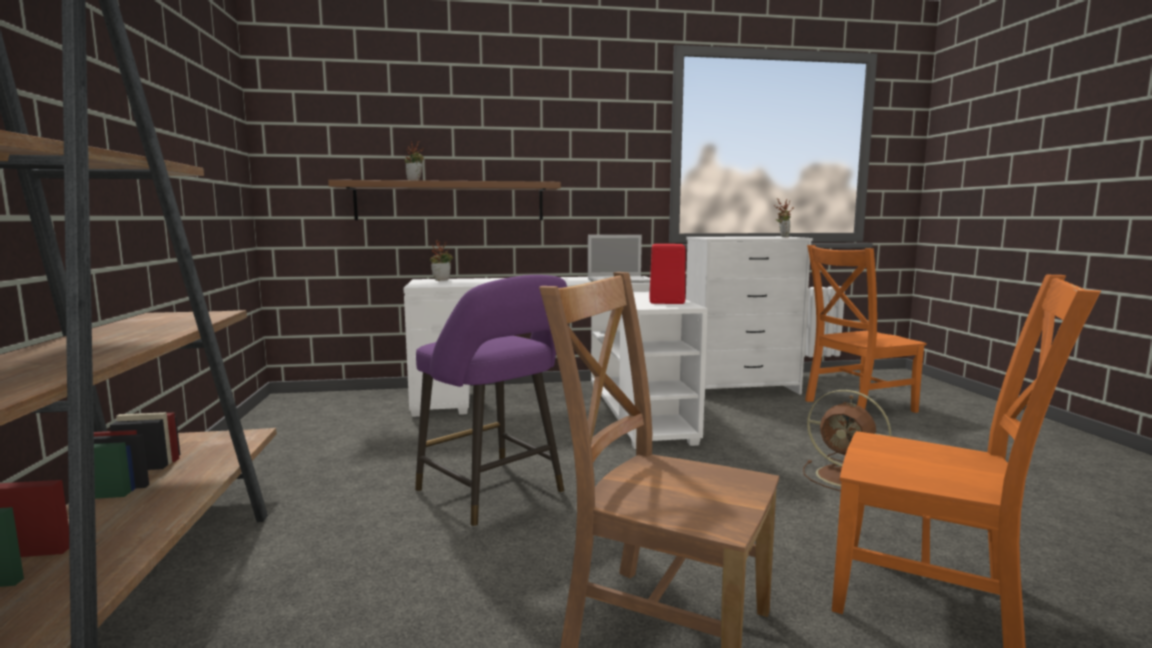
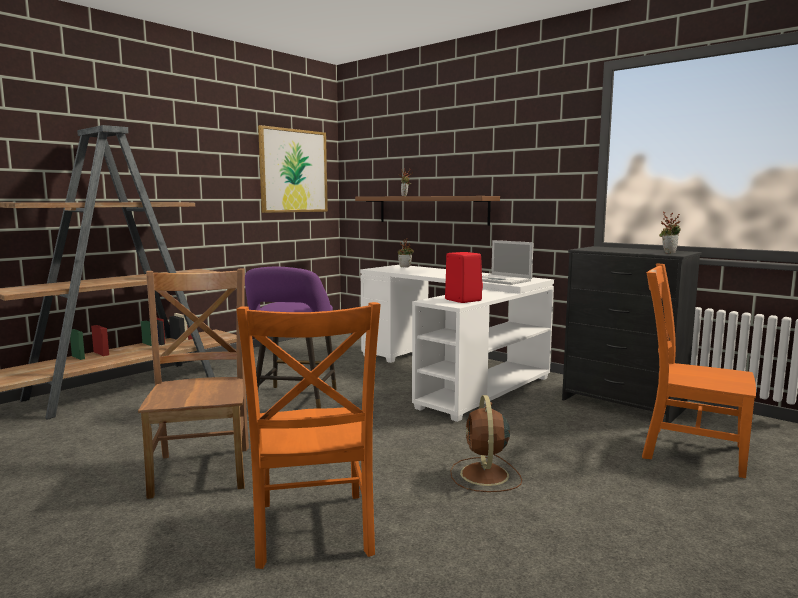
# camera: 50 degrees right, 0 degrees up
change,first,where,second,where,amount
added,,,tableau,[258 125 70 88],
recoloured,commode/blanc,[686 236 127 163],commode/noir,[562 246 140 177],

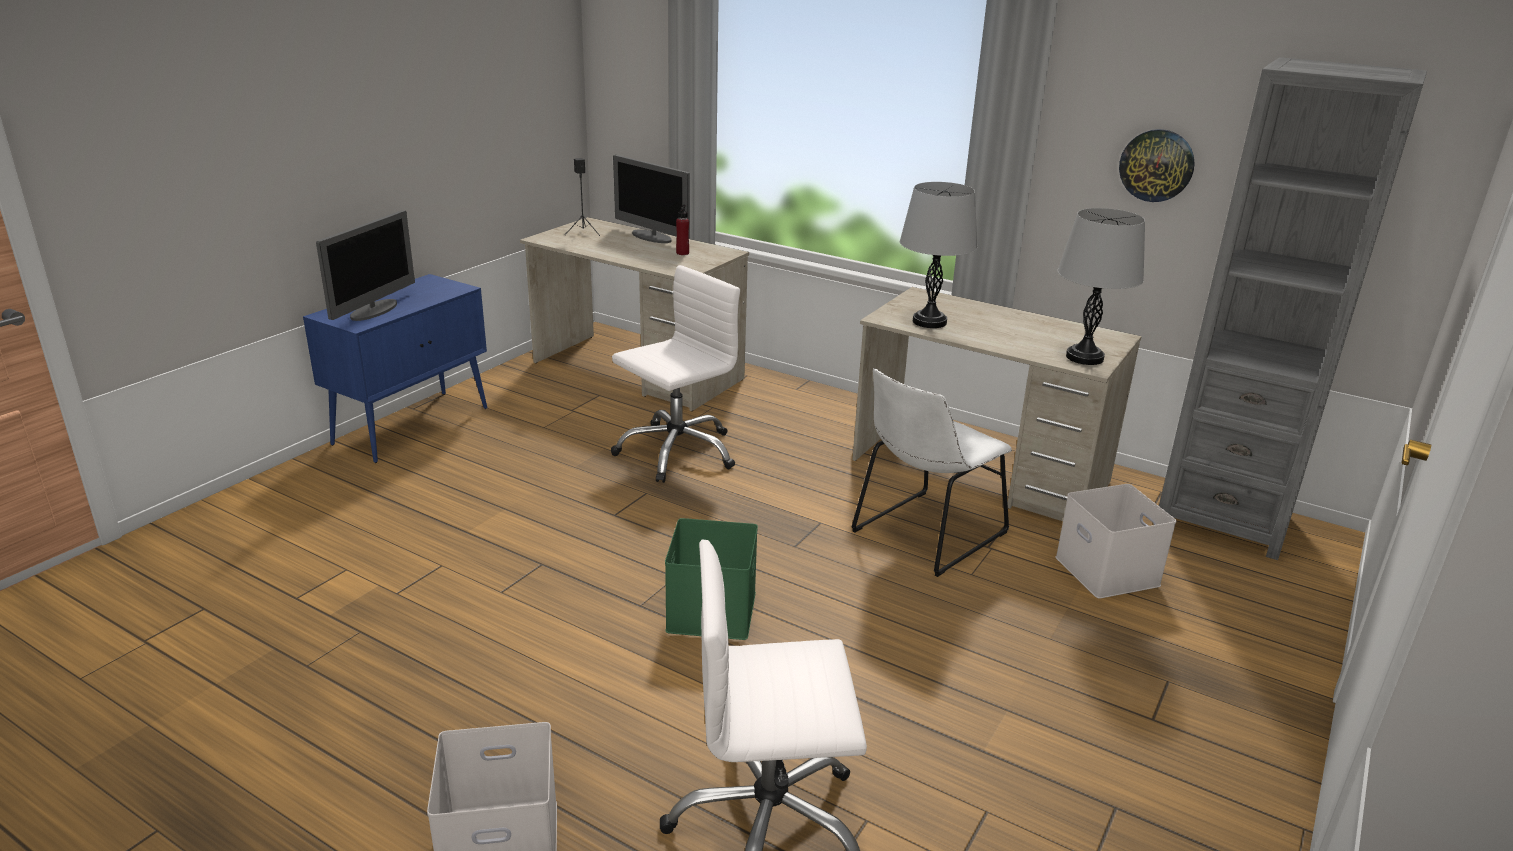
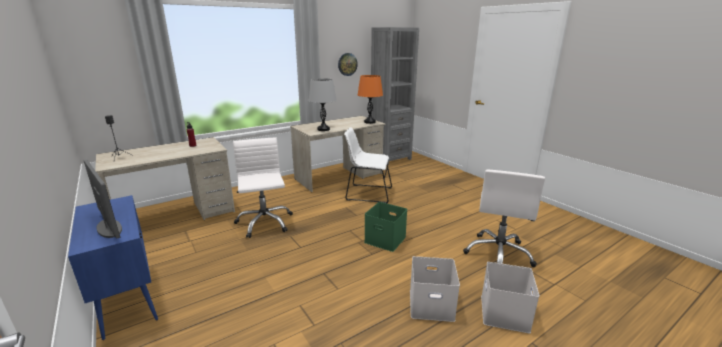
# camera: 65 degrees left, 5 degrees down
change,first,where,second,where,amount
turned,chaise/blanc,[851 368 161 209],,[344 127 48 77],120 degrees clockwise
recoloured,lampe de table/gris,[1058 208 87 157],lampe de table/orange,[358 75 25 49],
moved,boîte de rangement/blanc,[1055 484 121 115],,[410 256 50 66],
removed,écran d'ordinateur,[613 155 77 88],,,

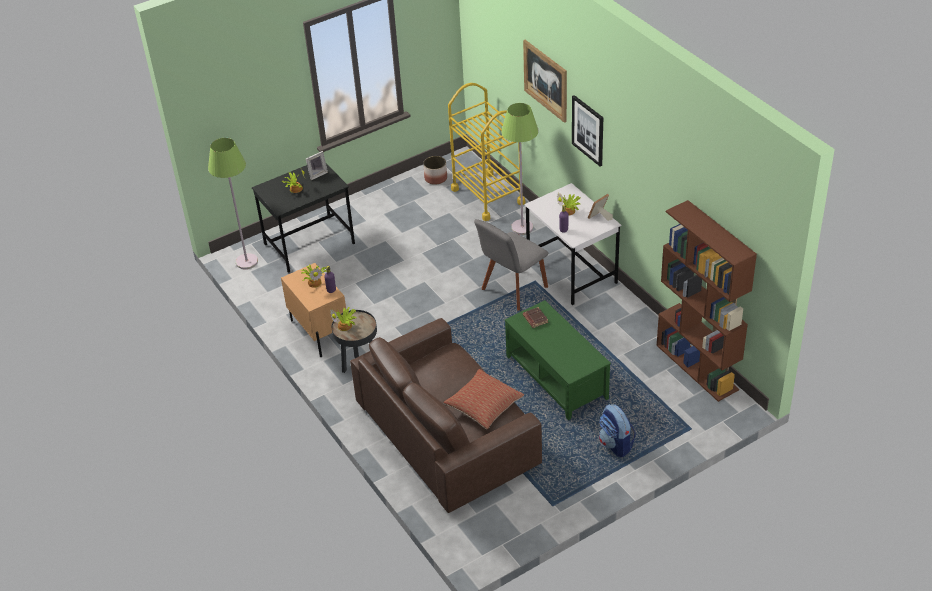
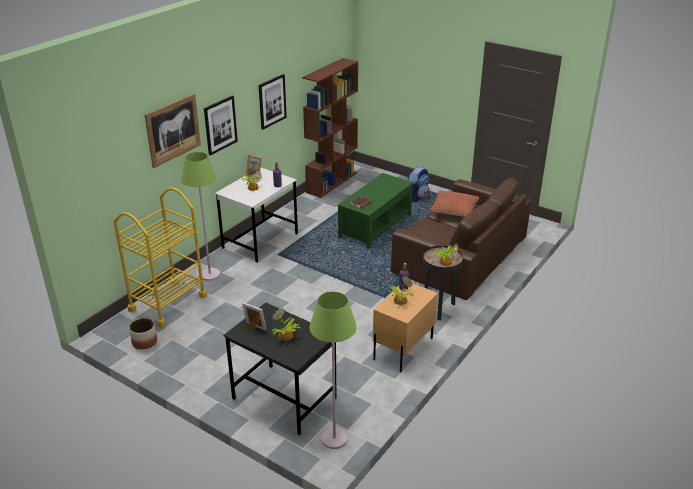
# camera: 115 degrees left, 10 degrees down
change,first,where,second,where,amount
added,,,tableau,[259 74 28 56],
removed,chaise/gris,[474 219 74 91],,,

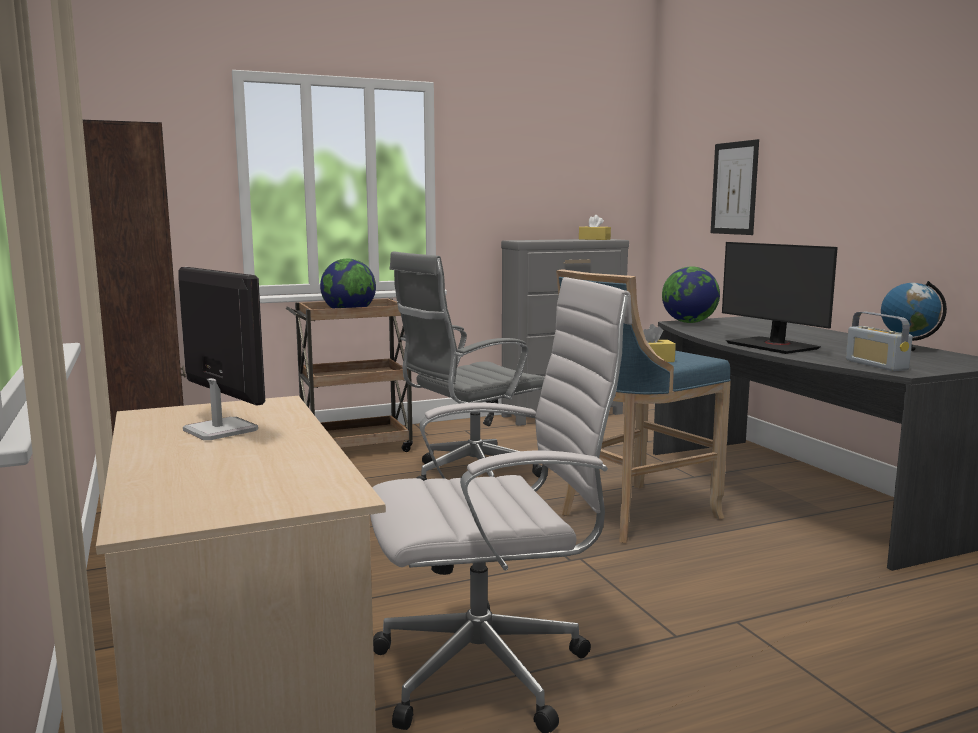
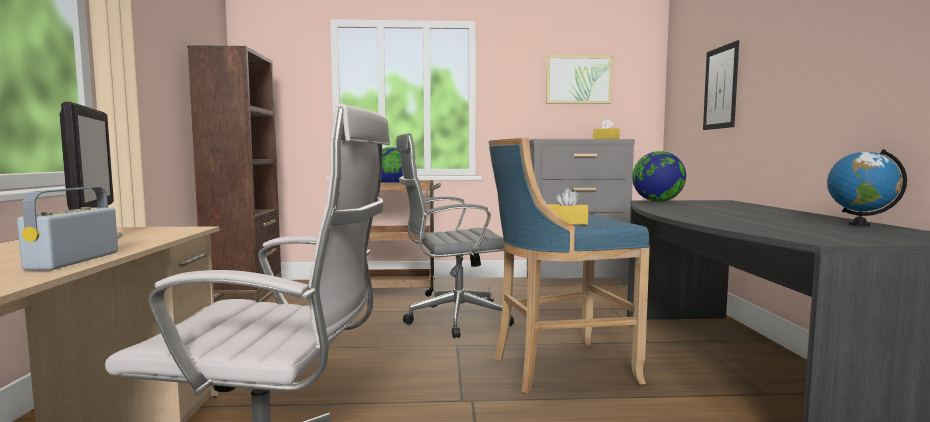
# camera: 20 degrees right, 5 degrees down
change,first,where,second,where,amount
moved,radio,[846 312 66 59],,[17 187 101 83],
added,,,tableau,[546 55 67 49],
removed,écran d'ordinateur,[722 242 116 112],,,

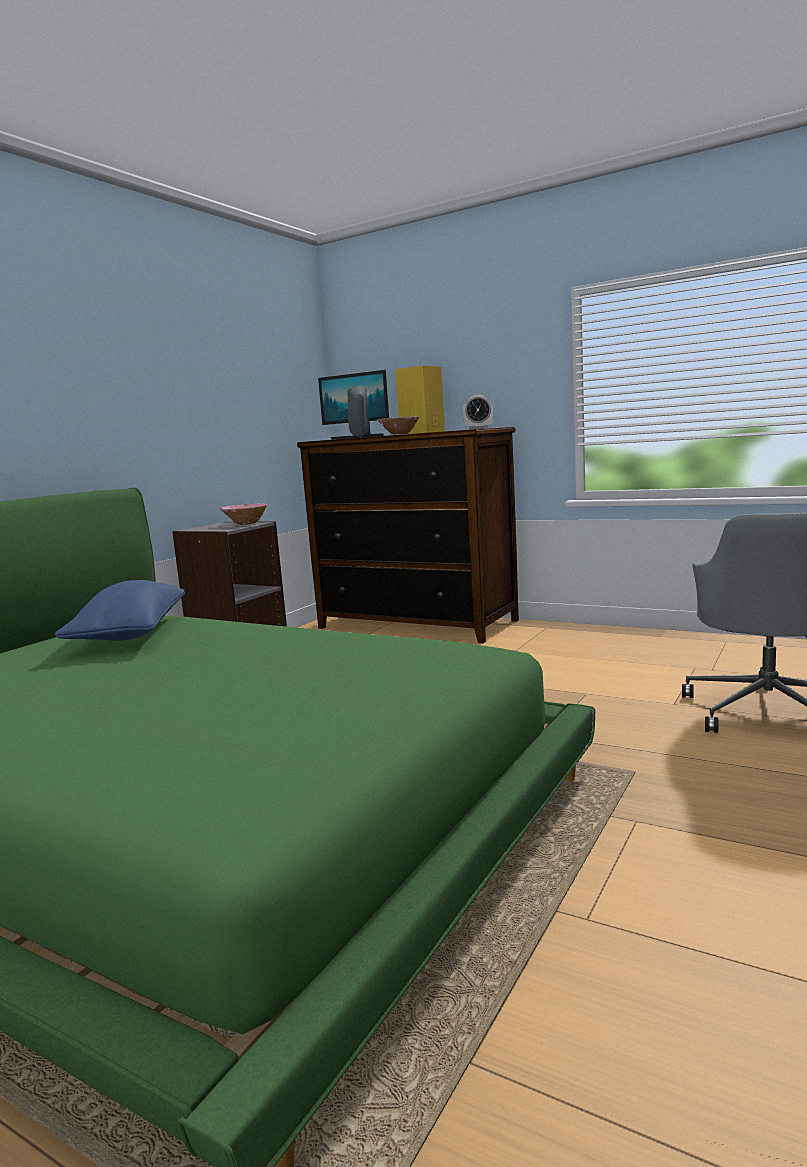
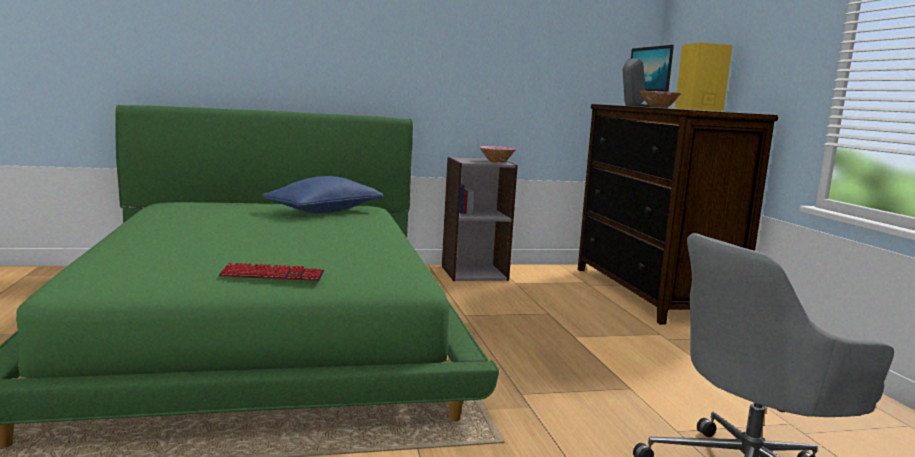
# camera: 45 degrees right, 0 degrees up
change,first,where,second,where,amount
added,,,clavier,[219 263 105 18],
removed,réveil,[463 395 30 34],,,

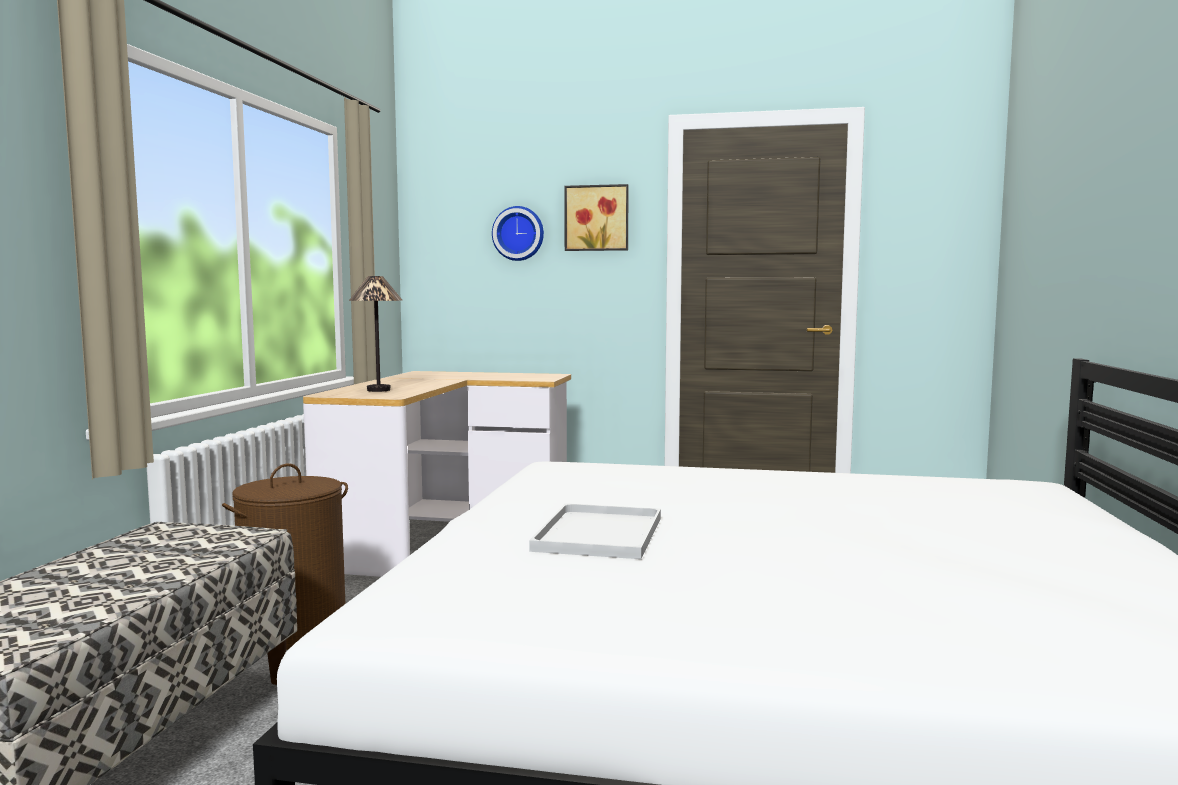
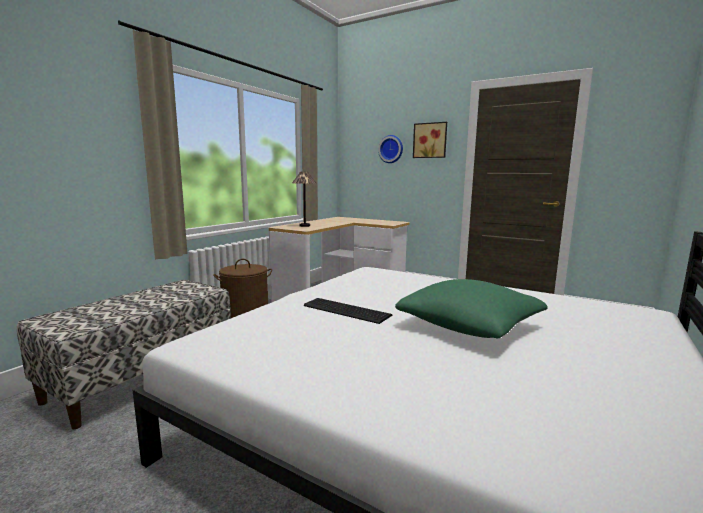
# camera: 20 degrees right, 5 degrees up
change,first,where,second,where,amount
replaced,plateau/blanc,[529 503 132 56],clavier,[304 298 88 26],
added,,,coussin/vert,[395 279 153 60],

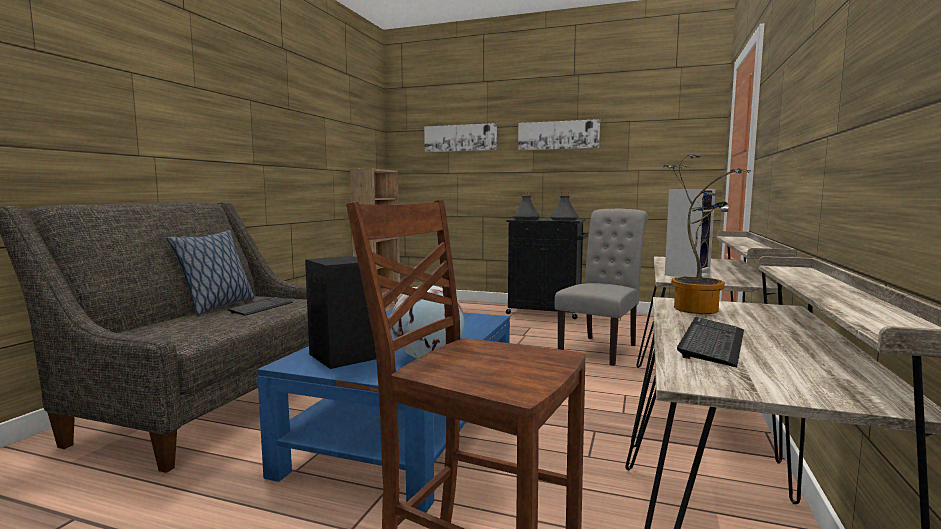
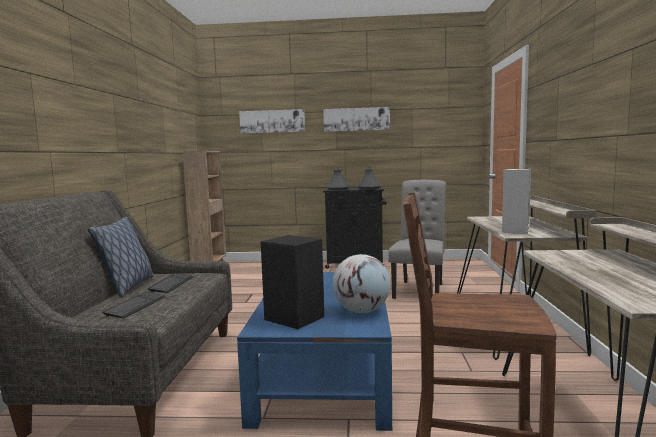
# camera: 15 degrees left, 0 degrees up
change,first,where,second,where,amount
moved,clavier,[677 317 67 50],,[102 292 64 27],
removed,plante en pot,[663 154 86 160],,,

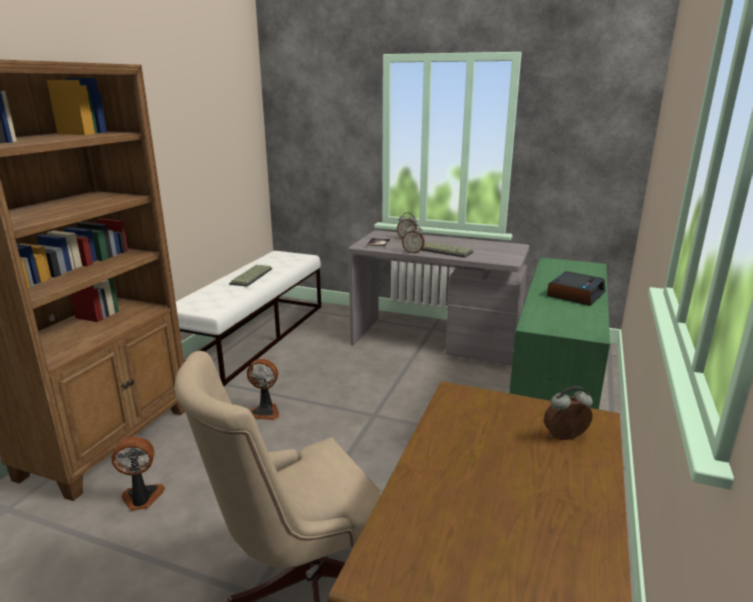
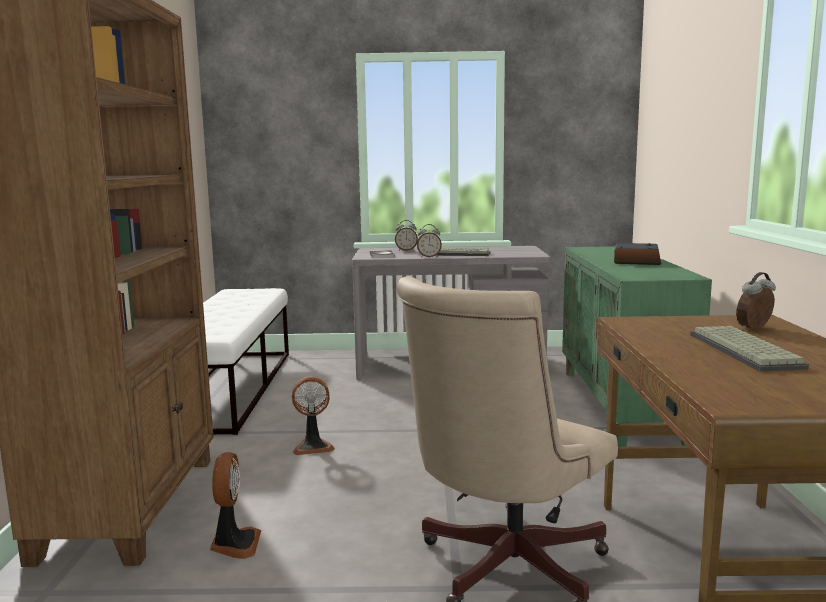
# camera: 20 degrees left, 10 degrees down
change,first,where,second,where,amount
turned,ventilateur,[112 437 53 74],,[210 452 51 107],120 degrees clockwise
moved,clavier,[229 265 43 22],,[690 326 119 45],

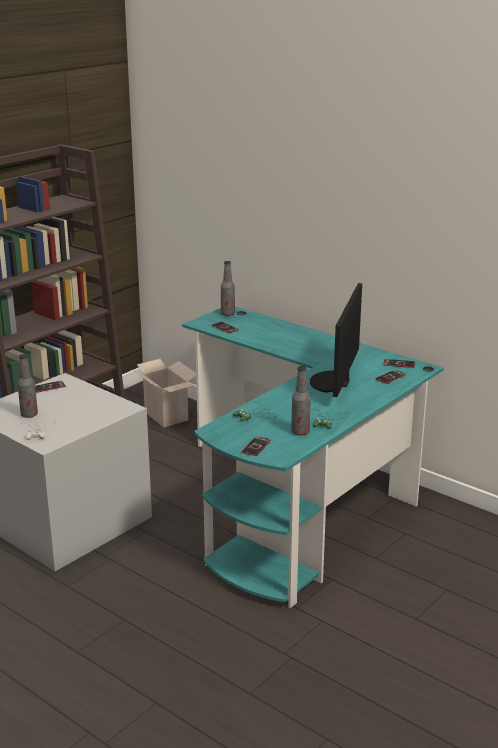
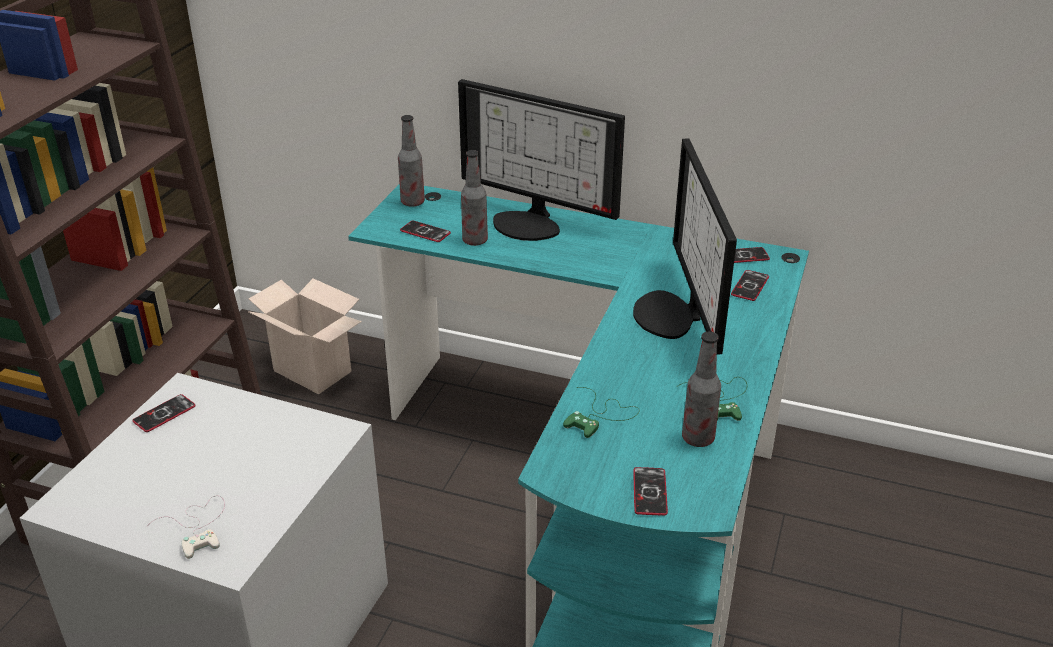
# camera: 20 degrees left, 10 degrees up
change,first,where,second,where,amount
added,,,écran d'ordinateur,[458 79 167 162],
moved,bouteille,[18 354 20 64],,[461 150 27 96],

